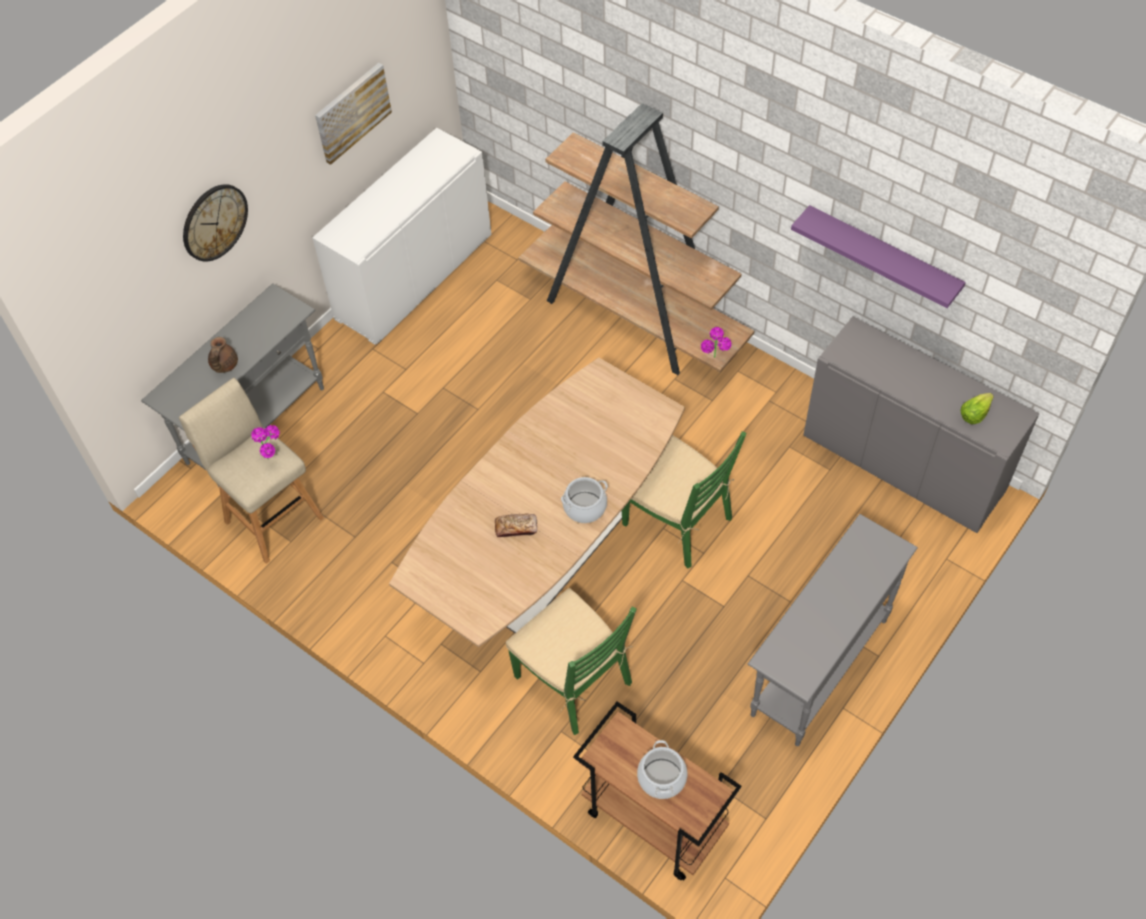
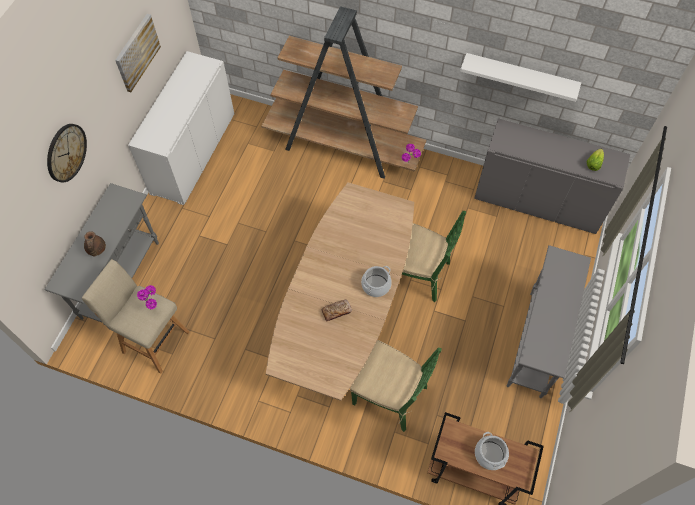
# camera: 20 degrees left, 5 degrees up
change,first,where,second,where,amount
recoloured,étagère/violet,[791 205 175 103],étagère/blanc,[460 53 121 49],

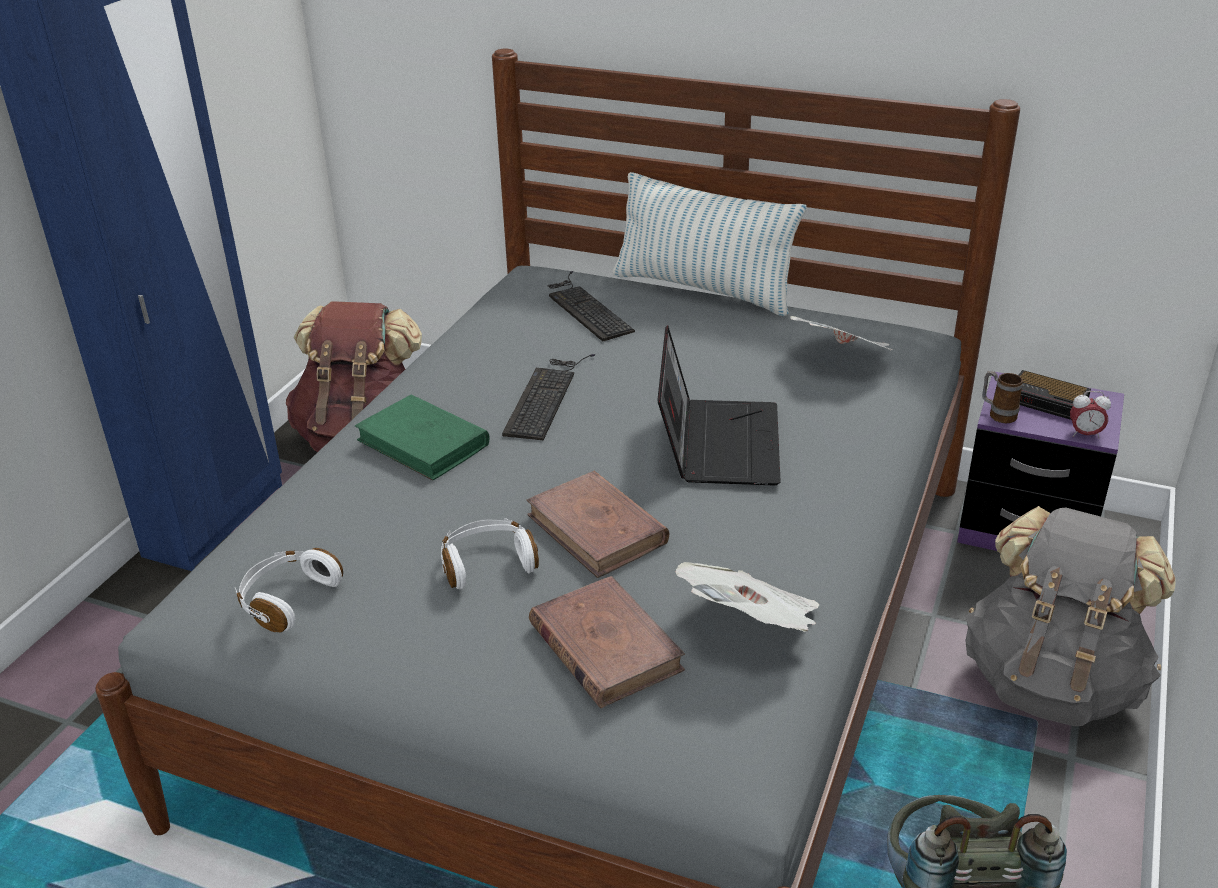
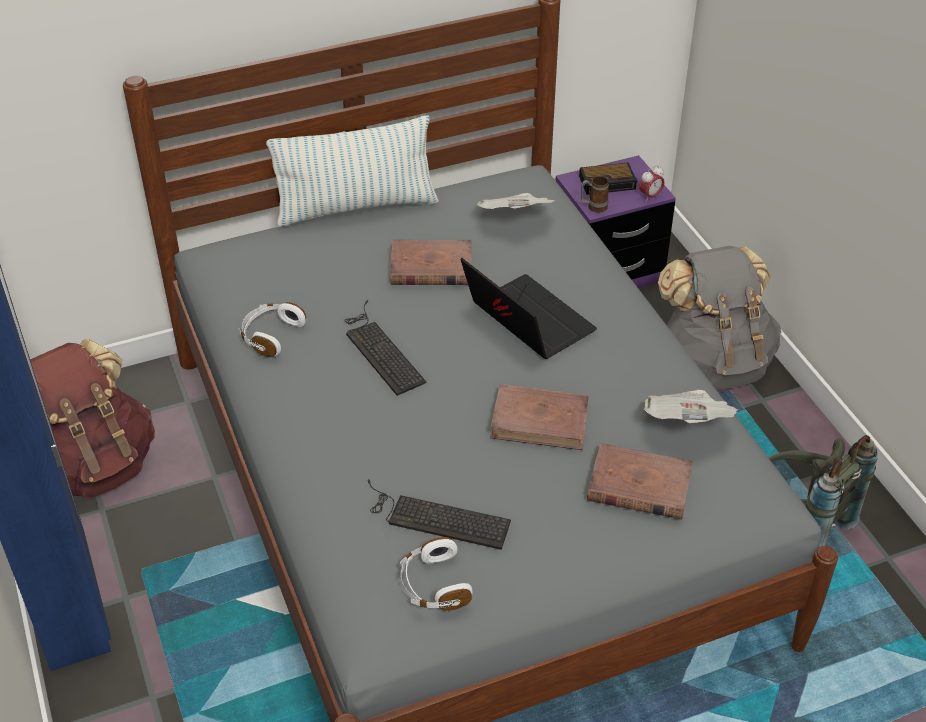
# camera: 45 degrees left, 10 degrees up
change,first,where,second,where,amount
moved,casque audio/blanc,[441 518 98 71],,[239 302 67 55],
moved,clavier,[547 271 88 70],,[368 479 143 71],
added,,,livre/marron,[390 240 82 45],
removed,livre/vert,[355 394 135 87],,,

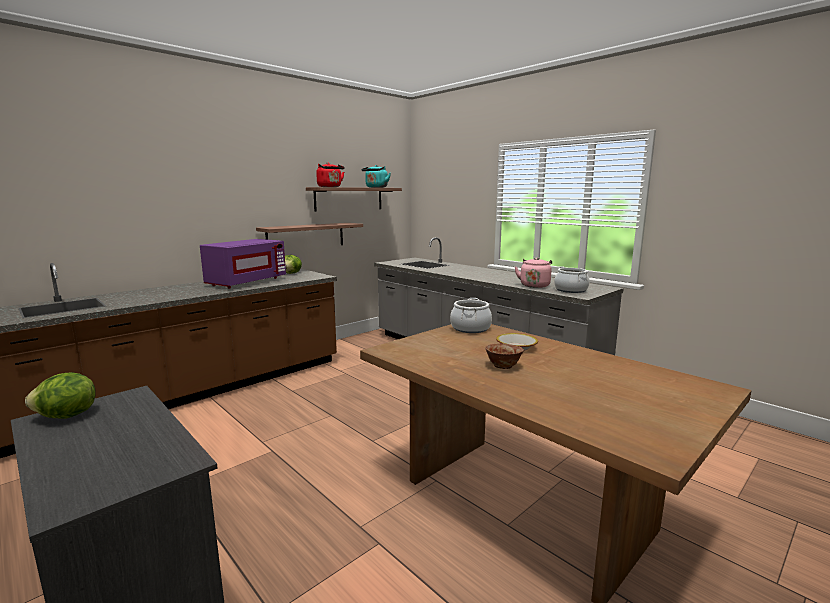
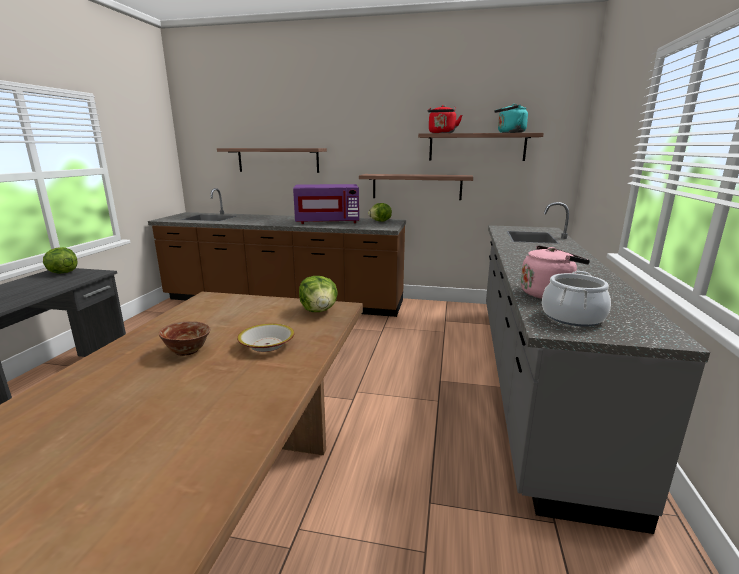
# camera: 55 degrees right, 5 degrees up
change,first,where,second,where,amount
added,,,étagère,[217 148 110 25],
replaced,marmite,[450 298 42 35],laitue,[299 276 38 36],

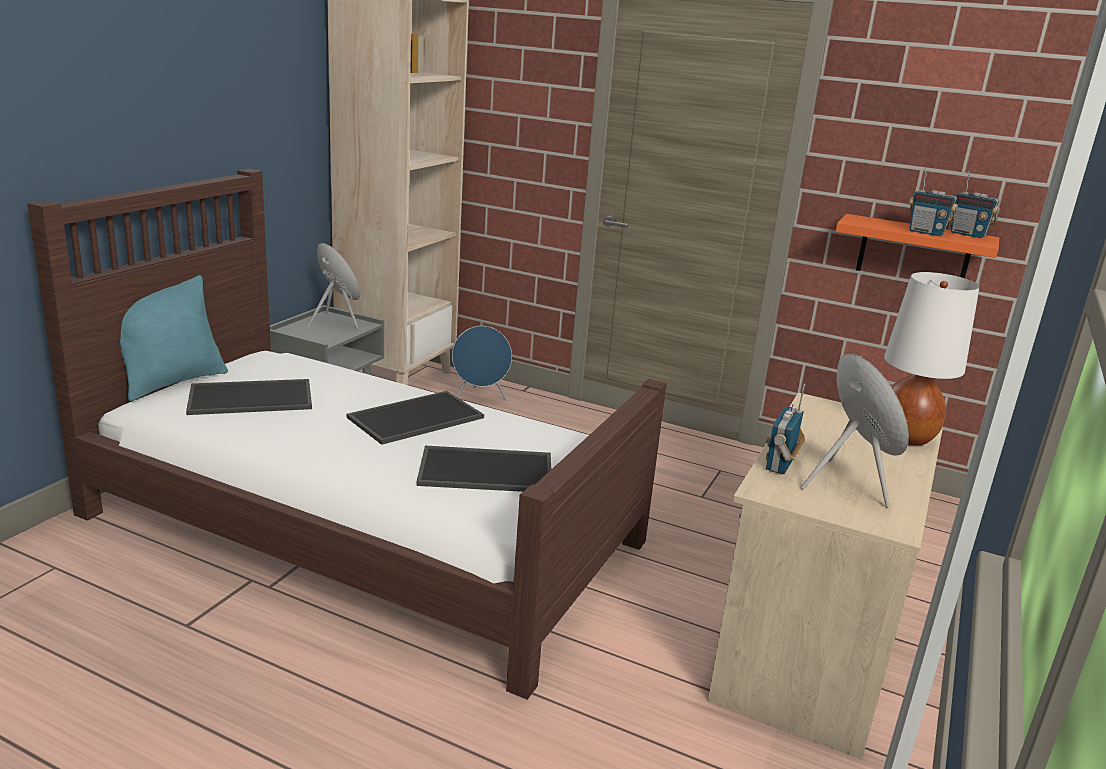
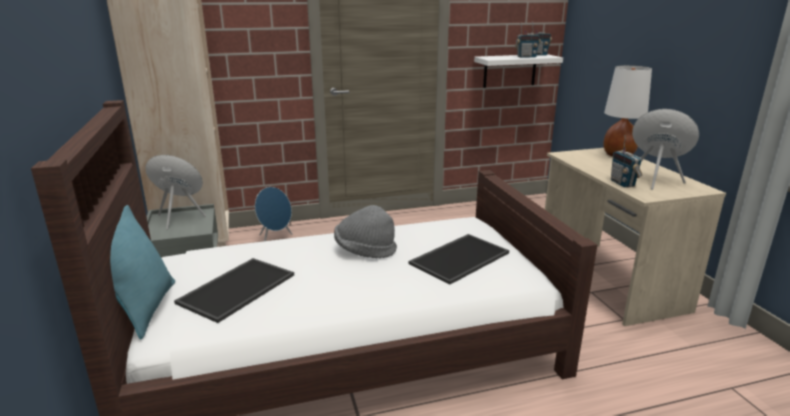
# camera: 40 degrees left, 0 degrees up
change,first,where,second,where,amount
replaced,plateau,[346 391 138 54],chapeau/gris,[334 205 63 53],
recoloured,étagère/orange,[836 214 163 64],étagère/blanc,[474 54 89 34],

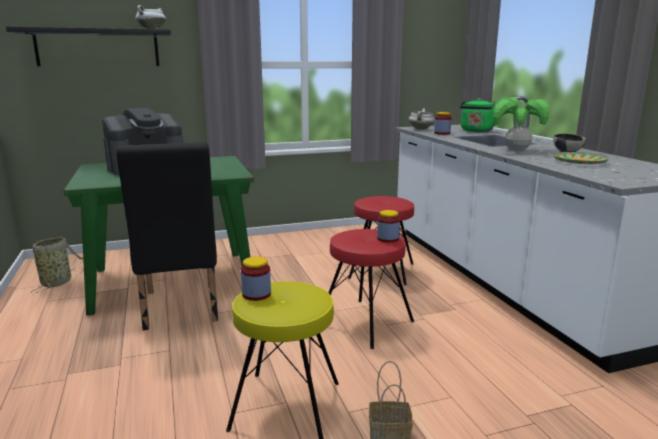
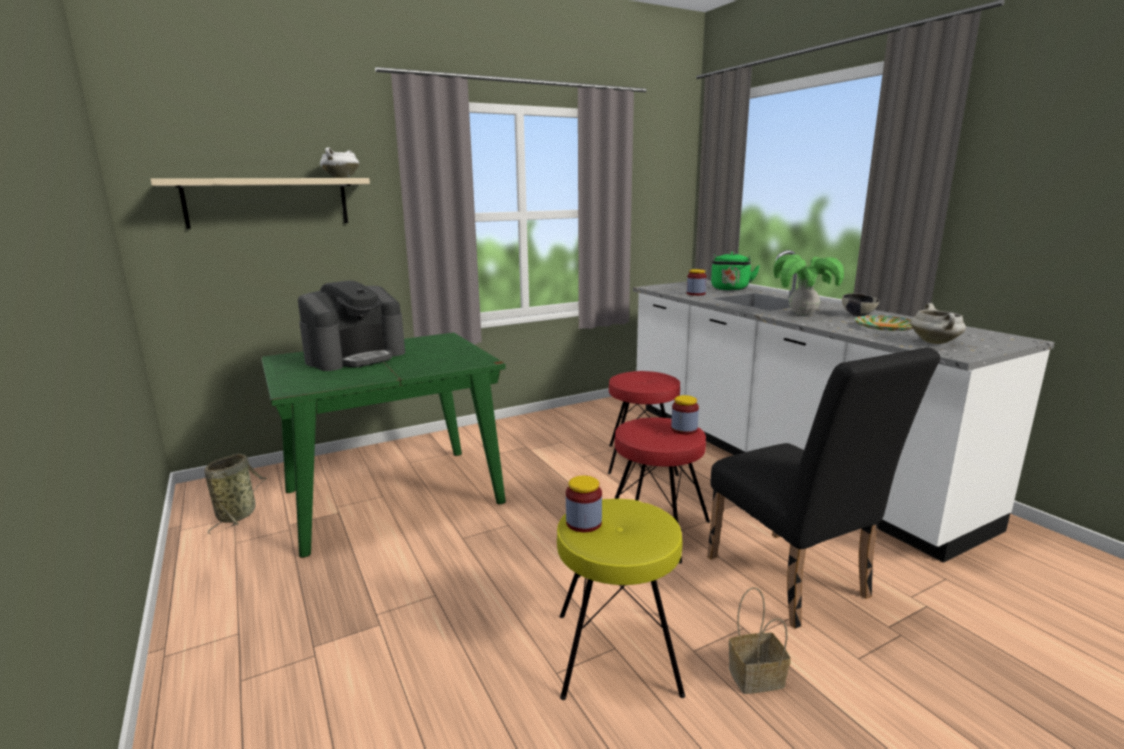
# camera: 10 degrees left, 0 degrees up
change,first,where,second,where,amount
recoloured,étagère/noir,[6 26 165 40],étagère/beige,[150 178 220 51],
moved,chaise/noir,[116 142 102 188],,[707 347 233 282],
moved,marmite/blanc,[408 109 27 21],,[911 303 55 41],

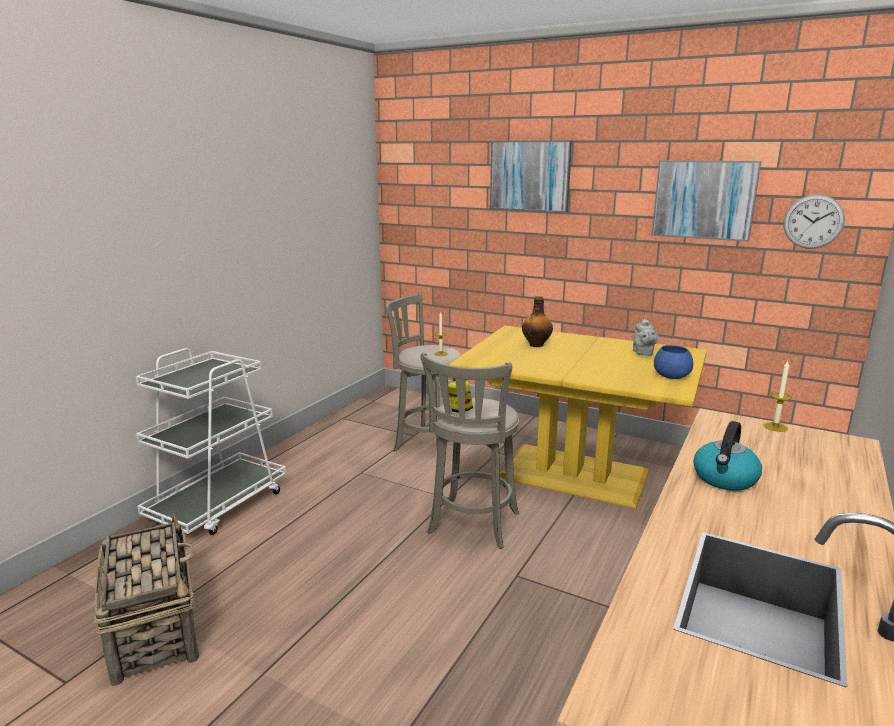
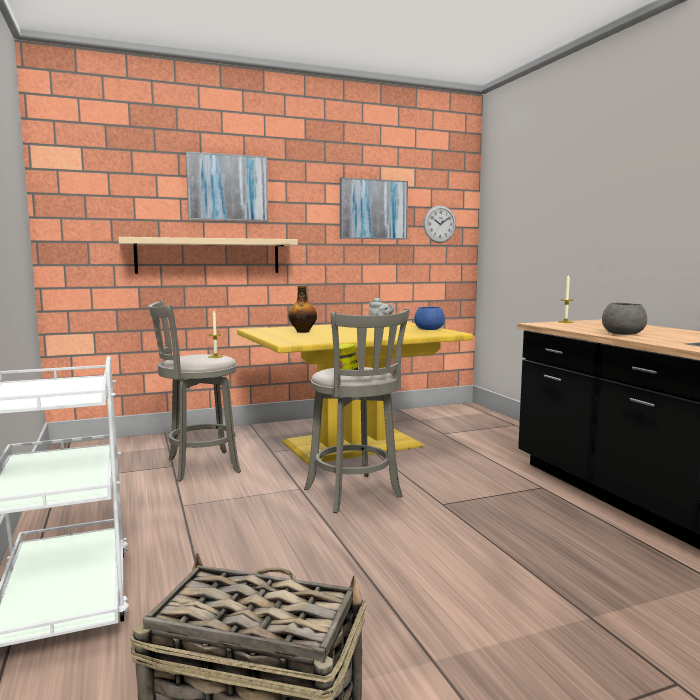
# camera: 50 degrees left, 10 degrees down
change,first,where,second,where,amount
added,,,étagère/beige,[118 237 180 37],
replaced,bouilloire,[693 421 69 70],bol/gris,[602 303 45 32],

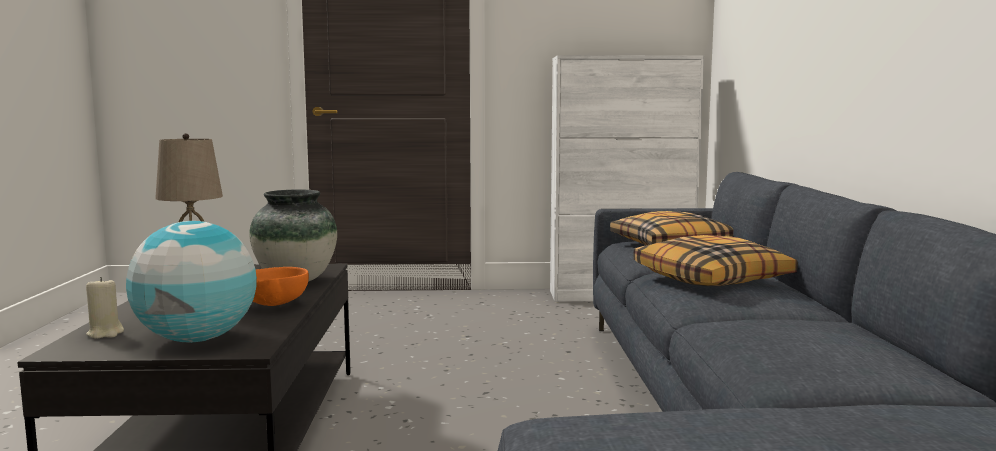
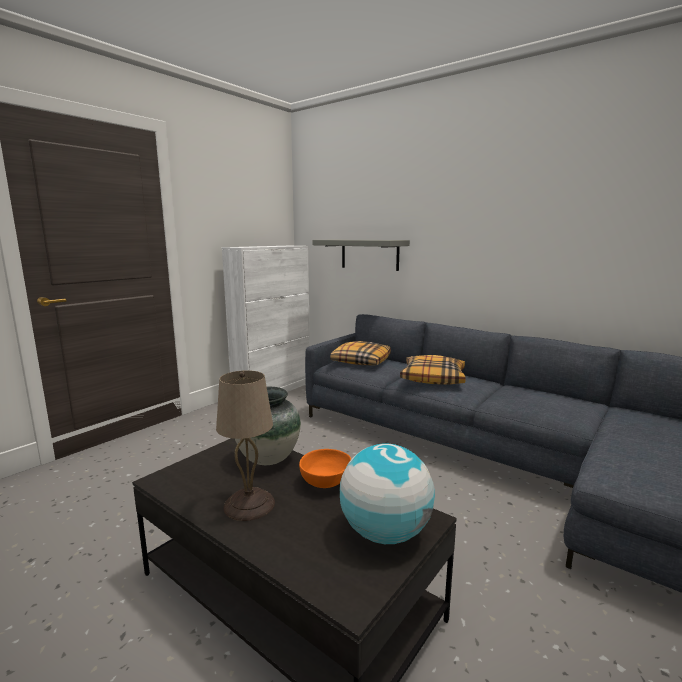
# camera: 50 degrees left, 5 degrees up
change,first,where,second,where,amount
added,,,étagère/gris,[312 240 98 31],
removed,bougie/beige,[86 277 38 62],,,

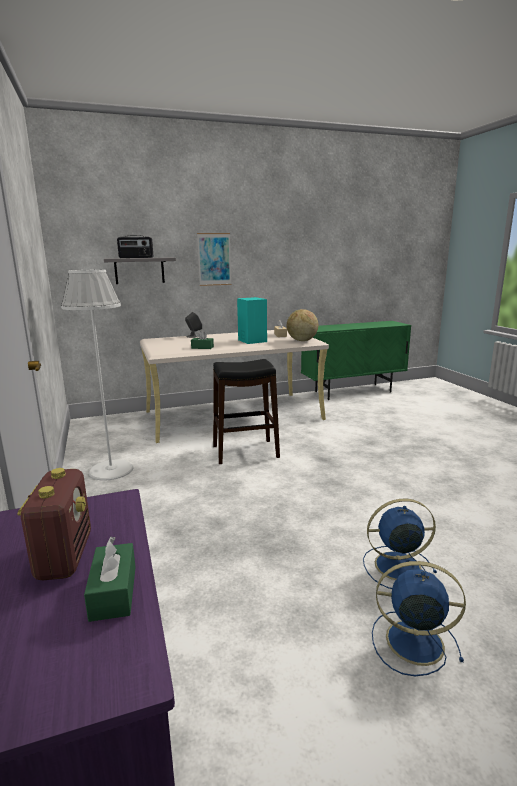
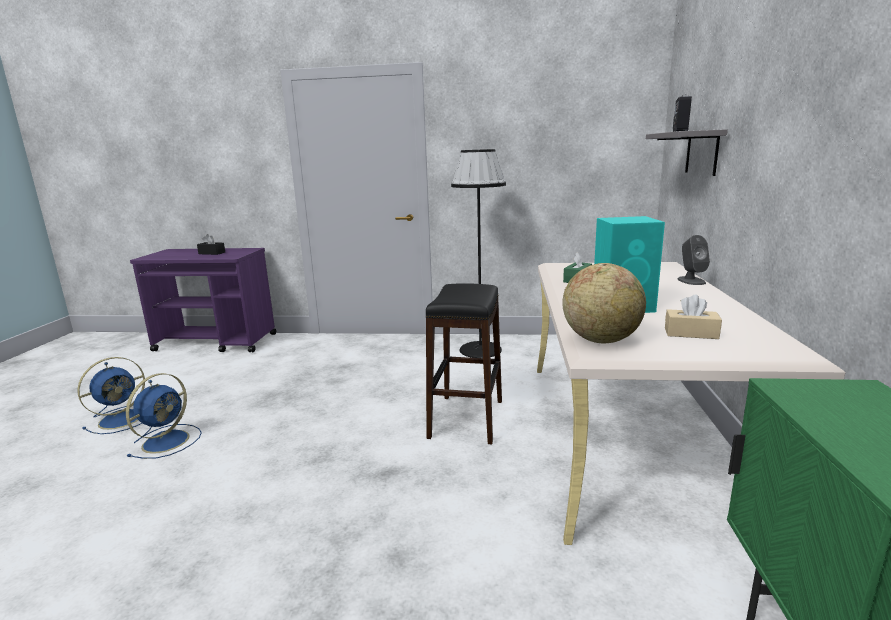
# camera: 115 degrees right, 0 degrees up
change,first,where,second,where,amount
replaced,radio,[17 468 74 112],boîte à mouchoirs/noir,[197 234 28 21],
recoloured,lampadaire/blanc,[61 270 72 211],lampadaire/noir,[451 149 55 209],
removed,boîte à mouchoirs/vert,[84 537 52 85],,,
removed,tableau,[197 233 35 53],,,

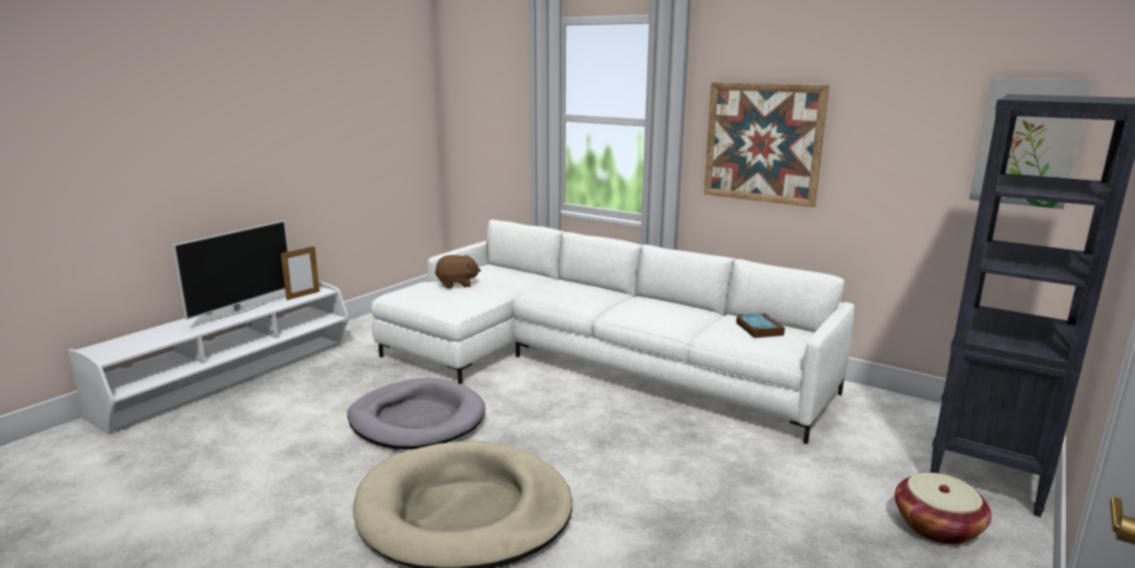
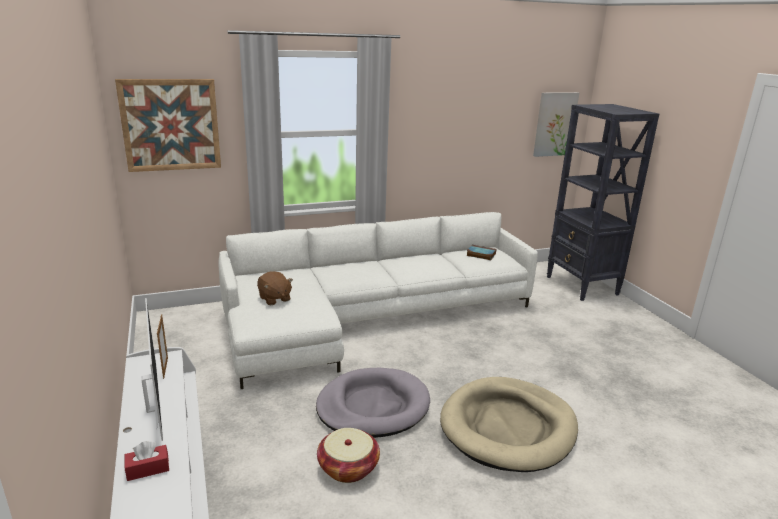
# camera: 55 degrees left, 5 degrees up
change,first,where,second,where,amount
moved,tableau,[704 82 125 125],,[115 79 106 93],
added,,,boîte à mouchoirs/rouge,[125 441 44 40],
turned,peluche/marron,[435 255 46 34],,[257 271 36 34],120 degrees clockwise
moved,panier,[895 473 97 72],,[317 428 63 55],

